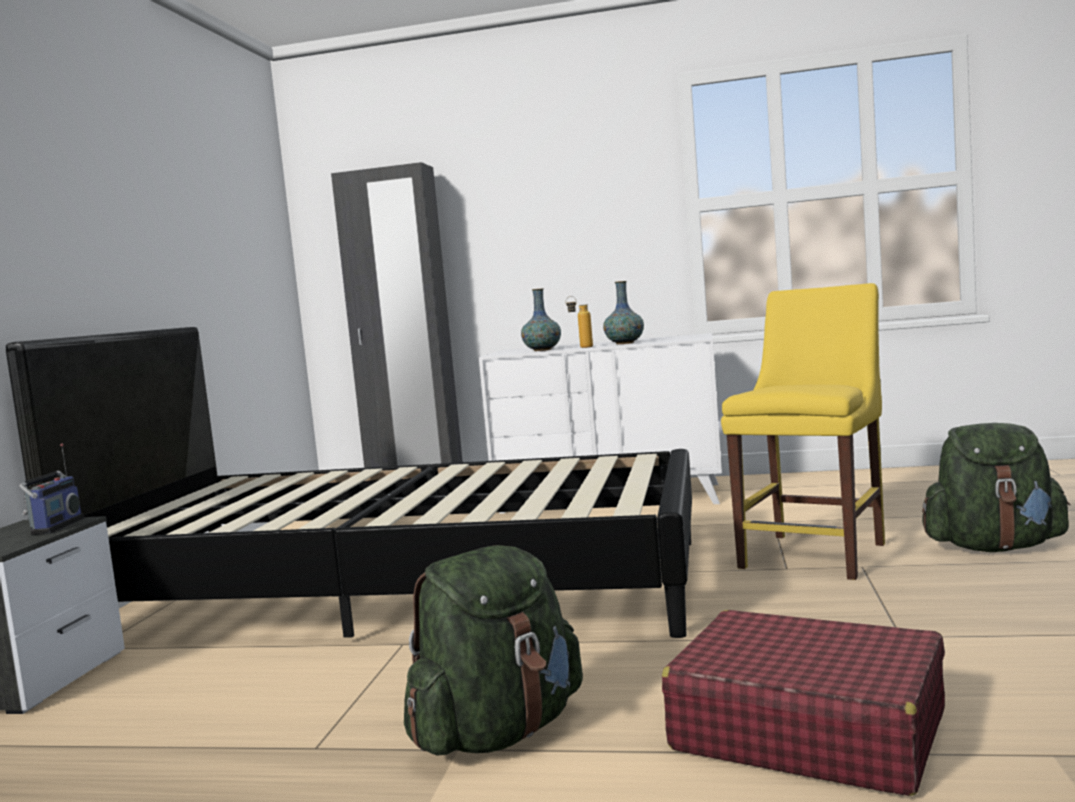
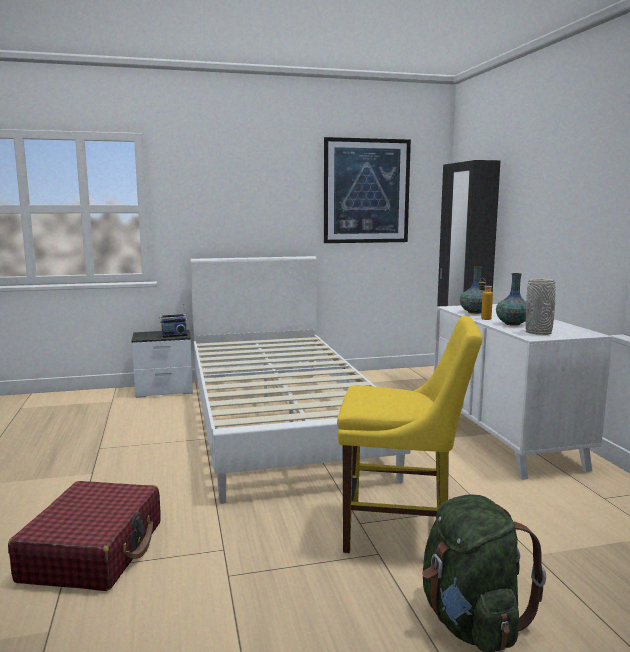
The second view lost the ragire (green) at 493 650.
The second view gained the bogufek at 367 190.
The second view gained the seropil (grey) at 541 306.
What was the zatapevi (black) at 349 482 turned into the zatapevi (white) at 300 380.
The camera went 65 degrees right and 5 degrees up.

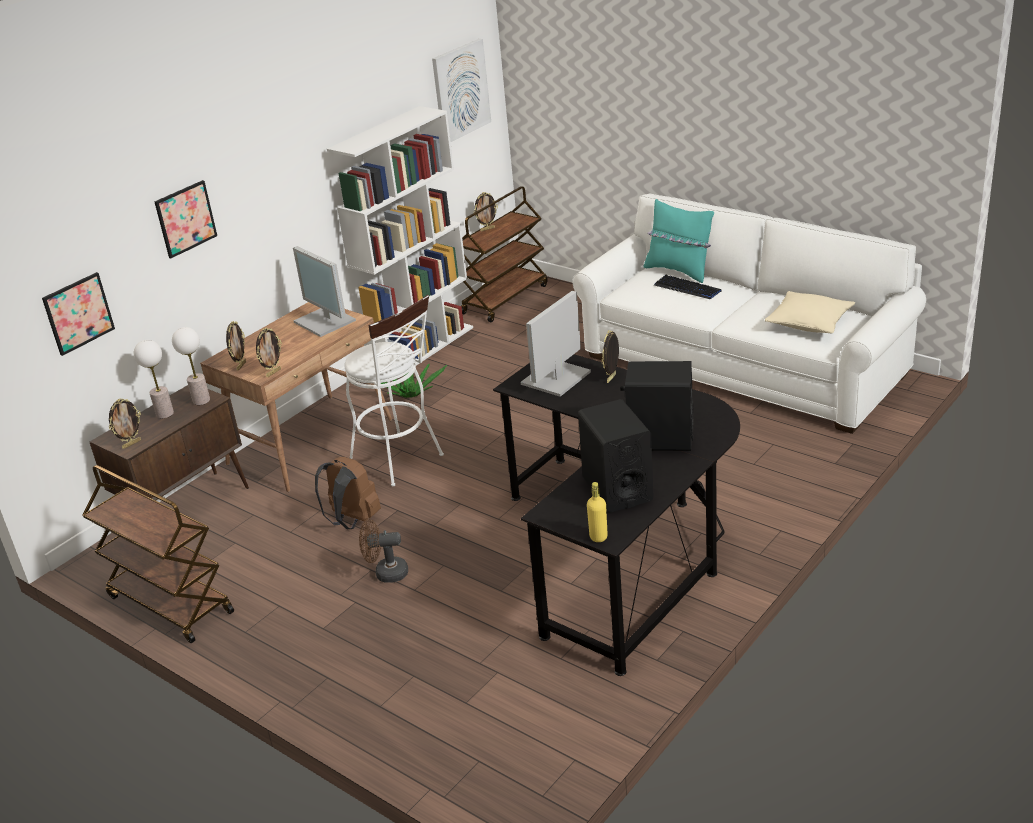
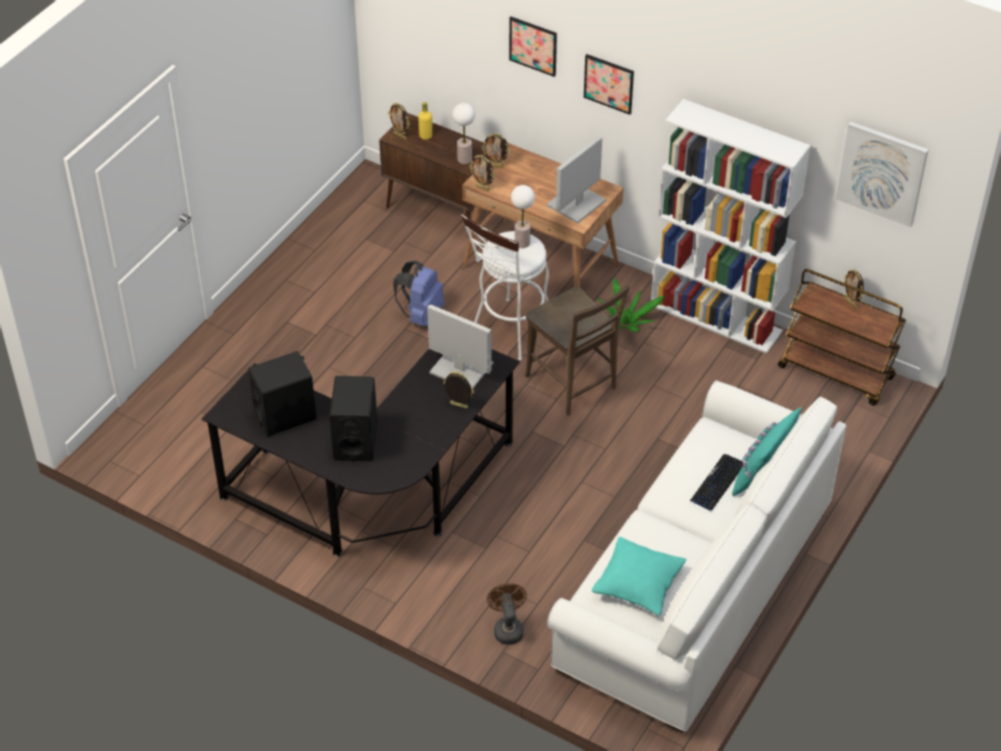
The second view lost the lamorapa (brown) at 158 554.
The second view gained the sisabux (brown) at 577 350.
The bogufek ended up elsewhere, having gone from 78 314 to 609 84.
The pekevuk ended up elsewhere, having gone from 154 379 to 523 216.
The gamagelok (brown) ended up elsewhere, having gone from 383 551 to 507 613.
The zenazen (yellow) ended up elsewhere, having gone from 597 512 to 425 121.
What was the ragire (brown) at 348 493 turned into the ragire (blue) at 418 293.
What was the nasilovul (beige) at 810 312 turned into the nasilovul (turquoise) at 639 576.
The camera went 80 degrees right and 15 degrees up.

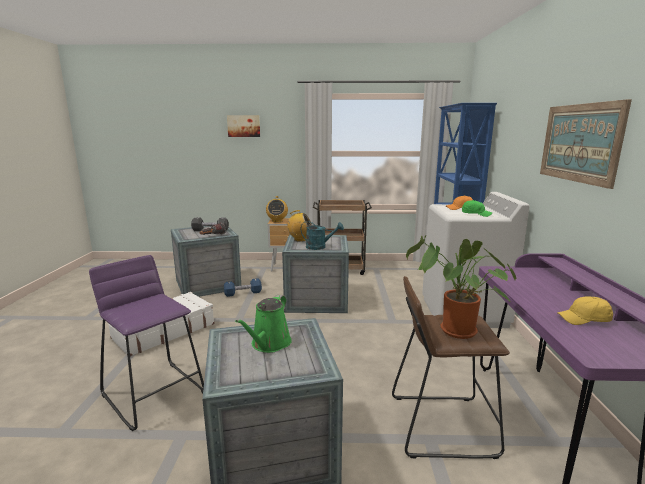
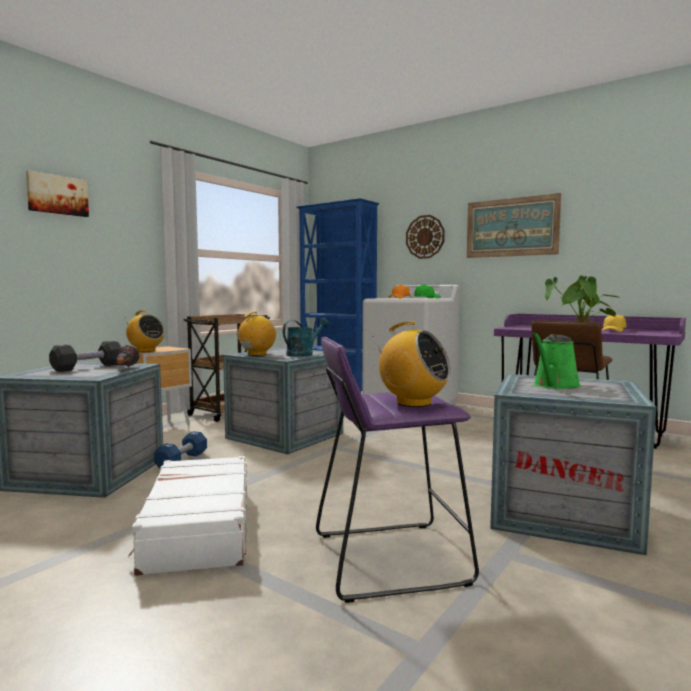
The second view gained the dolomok at 411 364.
The second view gained the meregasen at 425 237.
The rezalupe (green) at 263 324 ended up facing another way, 75 degrees clockwise from before.
The camera went 55 degrees left and 10 degrees down.

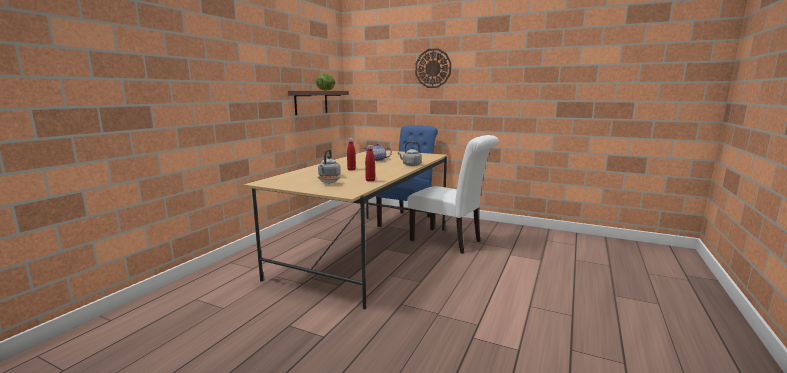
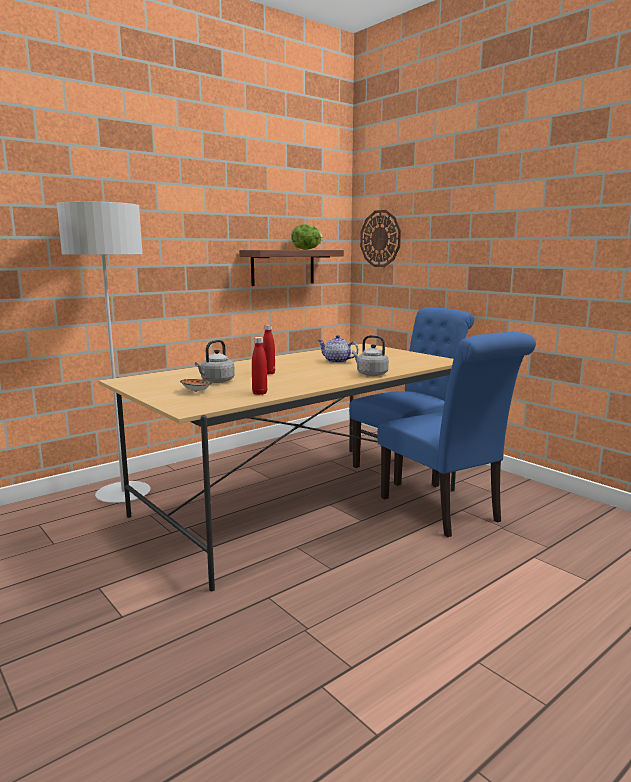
The second view gained the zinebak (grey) at 104 352.
The meregasen ended up elsewhere, having gone from 433 68 to 380 238.
What was the sisabux (white) at 453 194 turned into the sisabux (blue) at 456 434.
The camera went 25 degrees right and 0 degrees up.

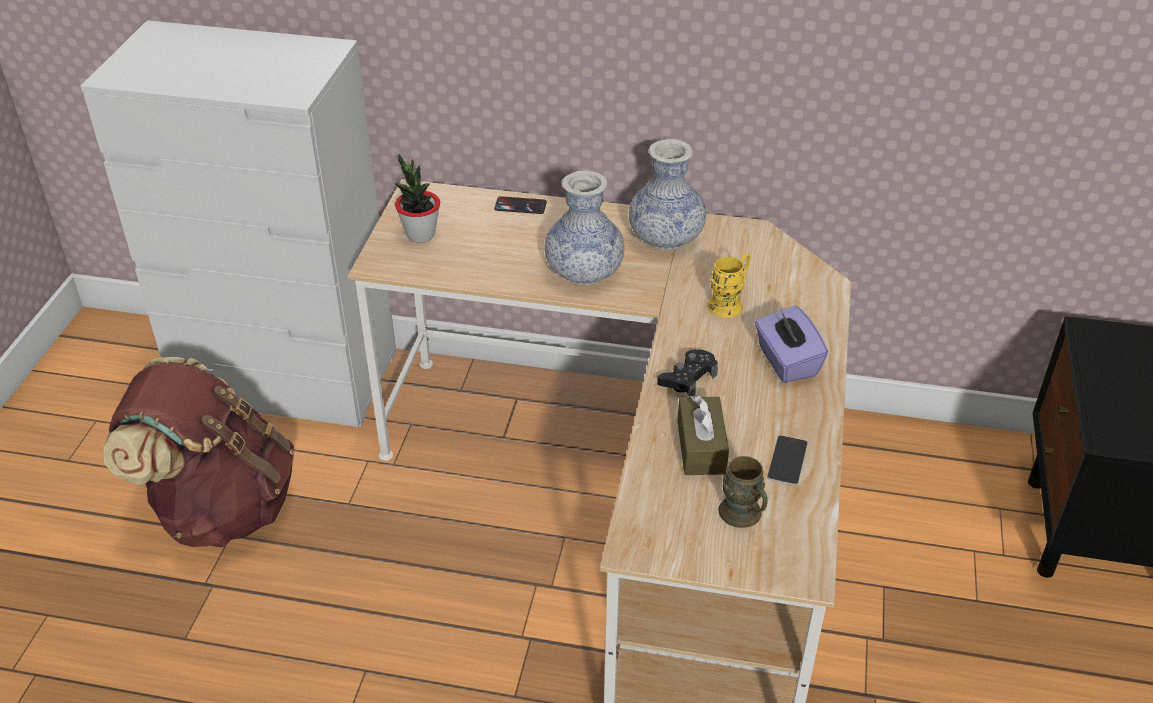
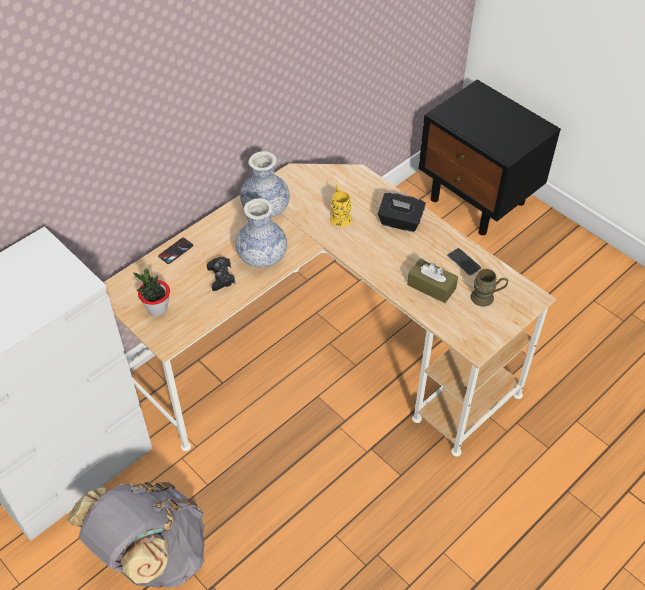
The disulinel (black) ended up elsewhere, having gone from 687 373 to 221 274.
What was the ragire (brown) at 199 452 turned into the ragire (grey) at 136 535.
What was the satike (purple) at 791 344 turned into the satike (black) at 402 212.
The camera went 55 degrees left and 10 degrees up.

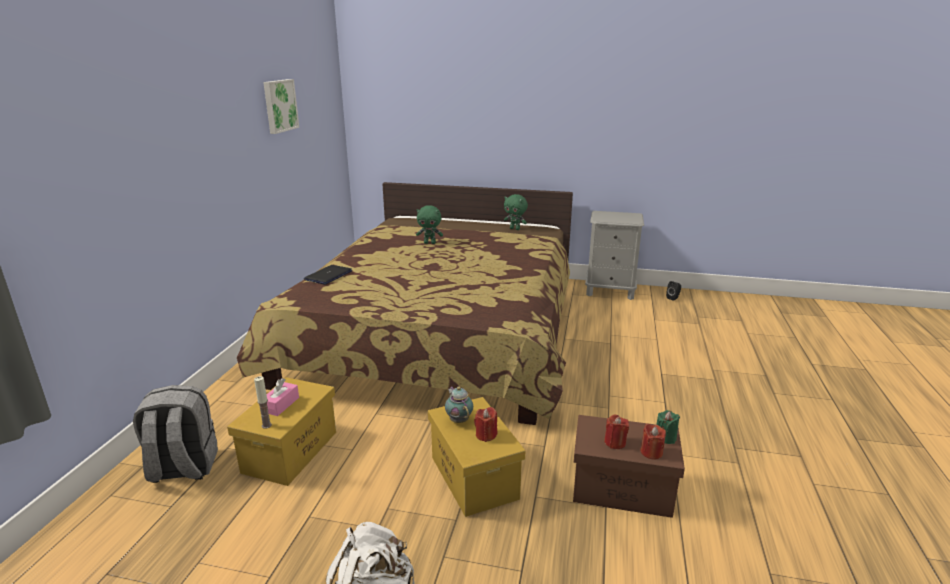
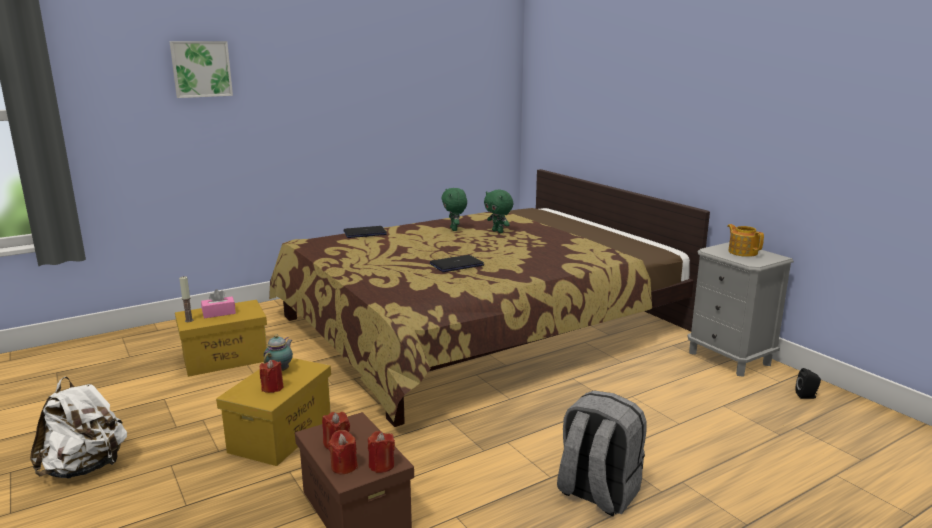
The second view gained the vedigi at 457 263.
The second view gained the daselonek at 745 240.
The ragire (grey) ended up elsewhere, having gone from 175 434 to 601 453.
The bogufek ended up elsewhere, having gone from 281 106 to 201 69.
The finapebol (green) ended up elsewhere, having gone from 516 212 to 454 209.
What was the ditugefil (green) at 668 427 turned into the ditugefil (red) at 381 452.
The camera went 45 degrees right and 5 degrees down.

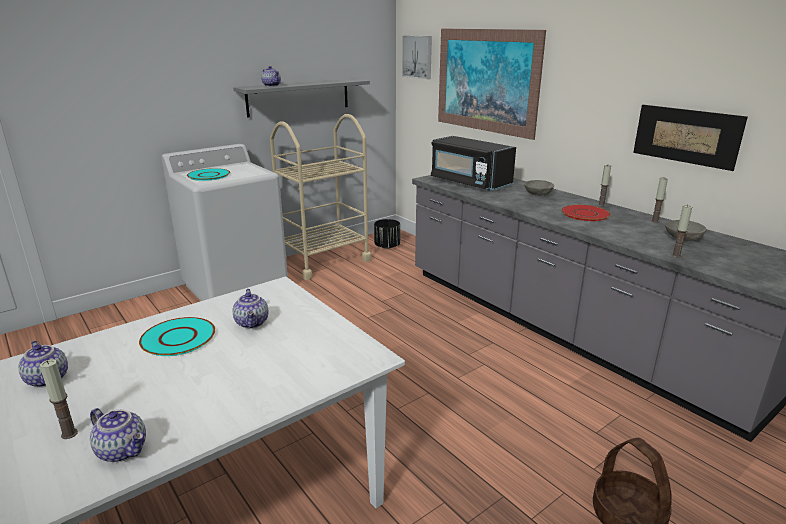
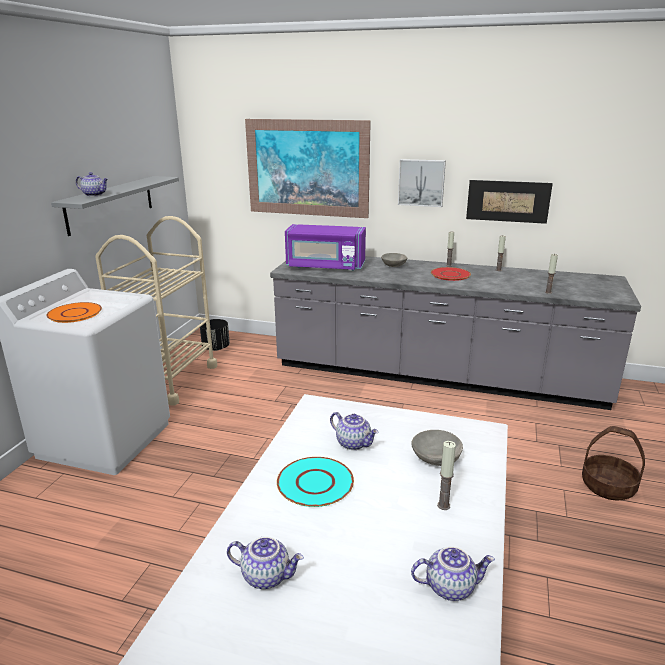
The ditugefil ended up elsewhere, having gone from 59 399 to 446 475.
The bogufek ended up elsewhere, having gone from 417 57 to 422 183.
The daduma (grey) ended up elsewhere, having gone from 686 230 to 437 448.
What was the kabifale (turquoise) at 208 174 turned into the kabifale (orange) at 74 312.
What was the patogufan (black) at 473 163 turned into the patogufan (purple) at 325 247.
The camera went 35 degrees left and 0 degrees up.

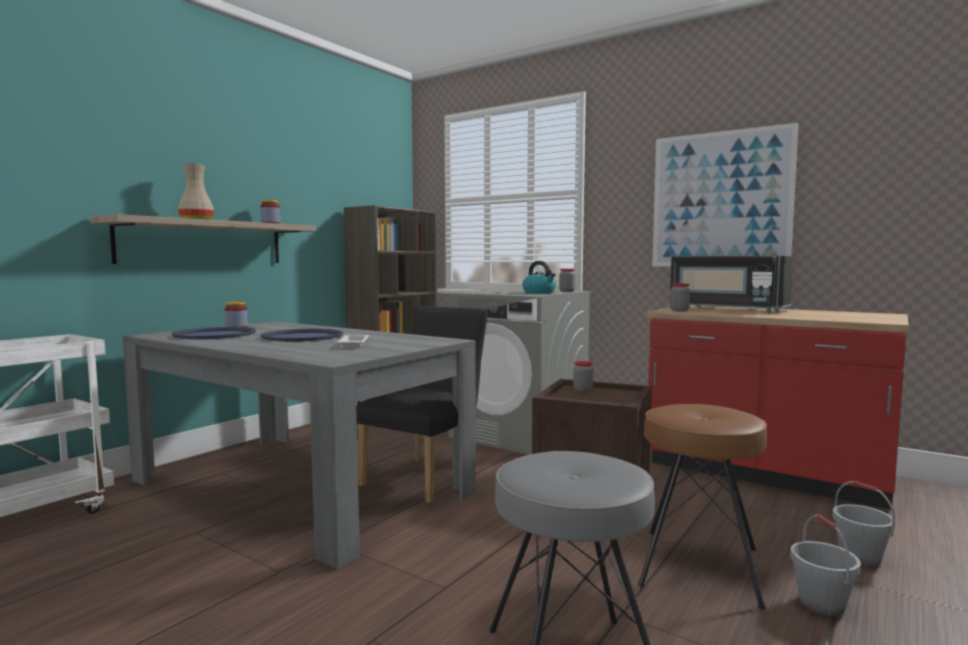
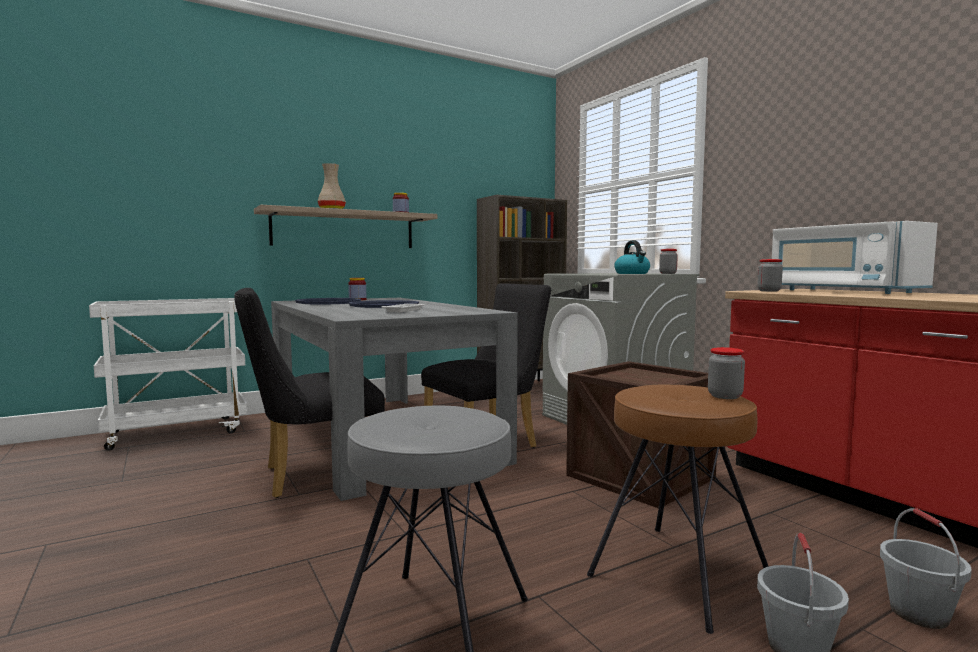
The second view lost the bogufek at 725 195.
The second view gained the sisabux (black) at 309 393.
The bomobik ended up elsewhere, having gone from 583 376 to 726 373.
What was the patogufan (black) at 732 284 turned into the patogufan (white) at 855 257.
The camera went 25 degrees right and 0 degrees up.

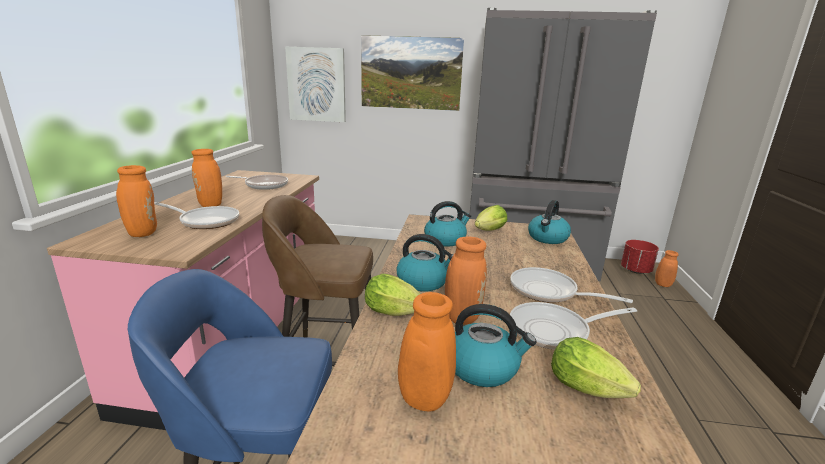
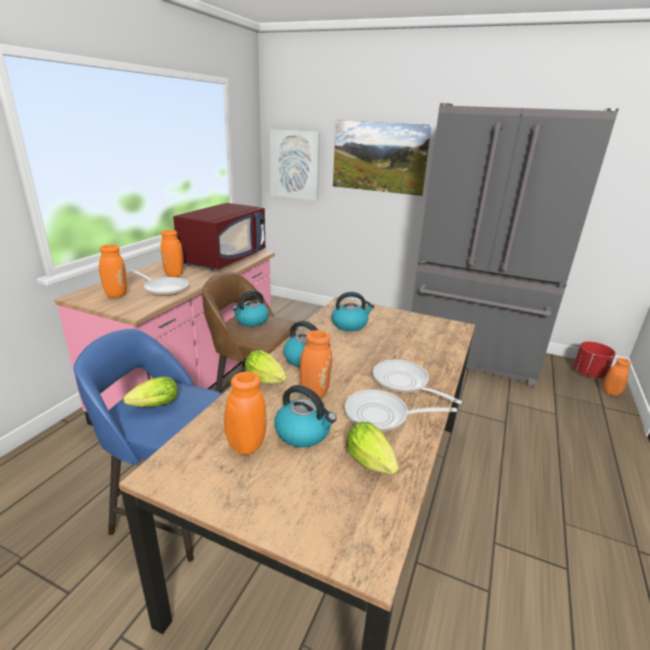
The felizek ended up elsewhere, having gone from 491 218 to 150 391.
The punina ended up elsewhere, having gone from 549 222 to 250 308.
Where the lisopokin stood at 257 182, the patogufan (red) came to stand at 219 236.
The camera went 15 degrees right and 5 degrees up.

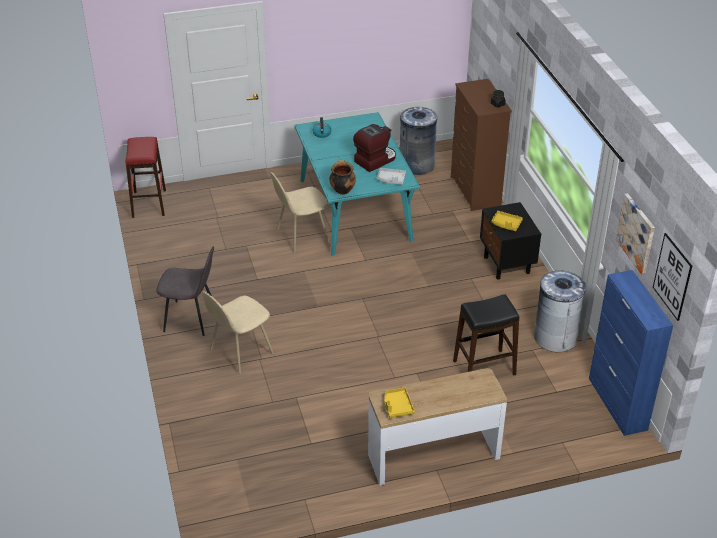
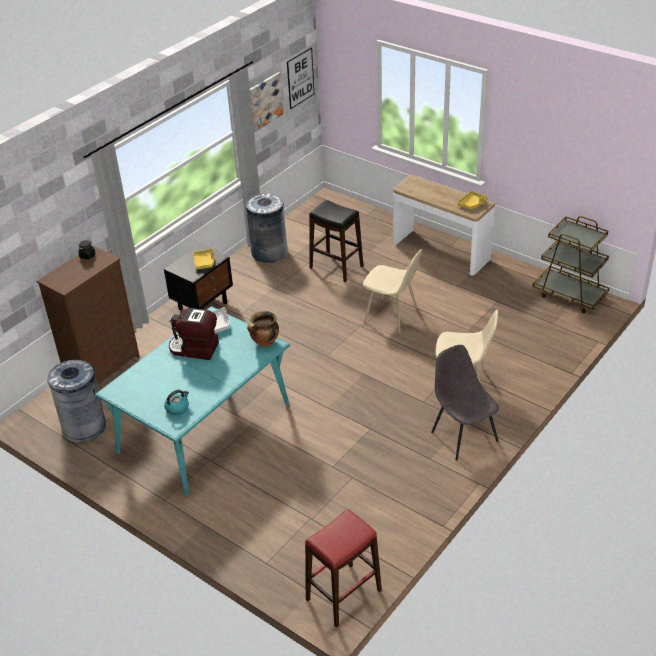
The second view lost the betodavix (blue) at 631 353.
The second view gained the lamorapa (brown) at 571 264.
The sisabux (beige) ended up elsewhere, having gone from 299 212 to 392 291.
The camera went 125 degrees left and 0 degrees up.

